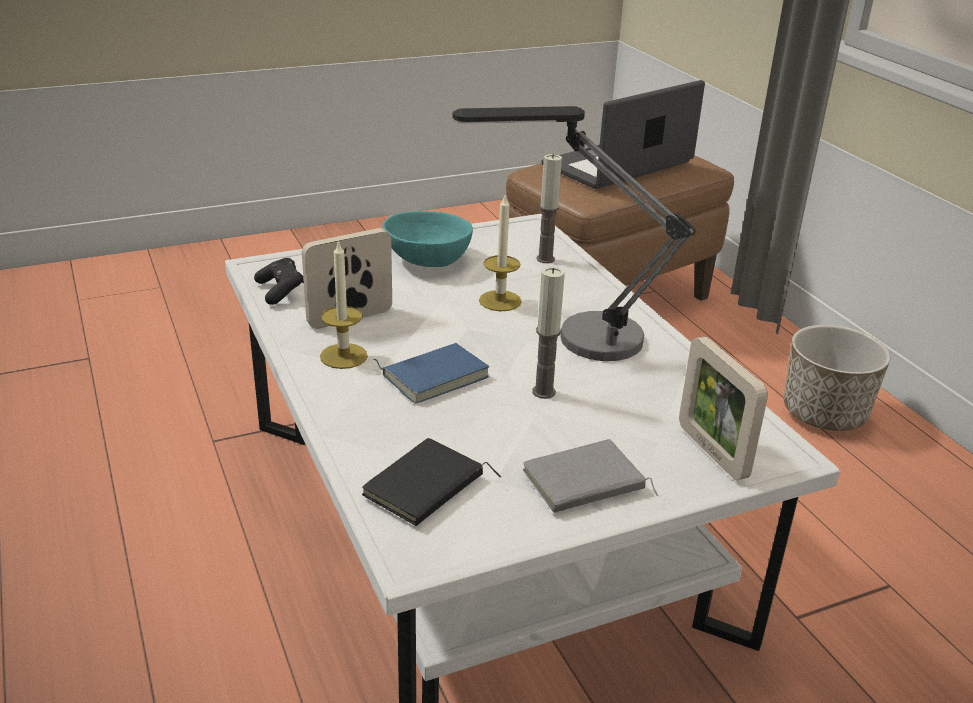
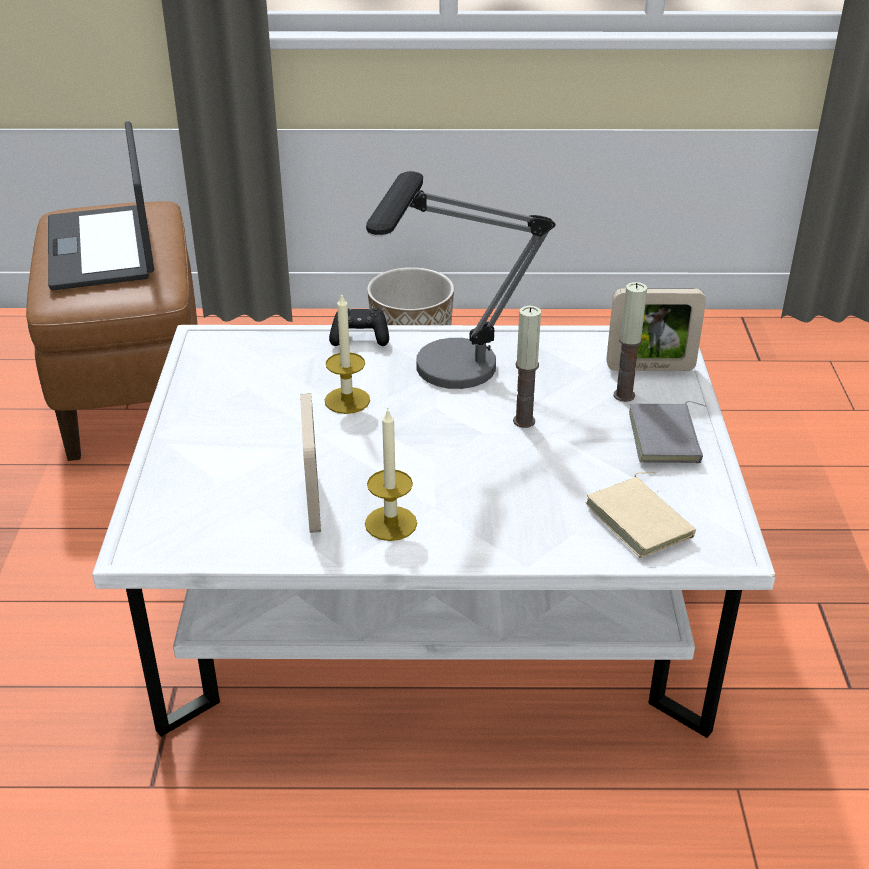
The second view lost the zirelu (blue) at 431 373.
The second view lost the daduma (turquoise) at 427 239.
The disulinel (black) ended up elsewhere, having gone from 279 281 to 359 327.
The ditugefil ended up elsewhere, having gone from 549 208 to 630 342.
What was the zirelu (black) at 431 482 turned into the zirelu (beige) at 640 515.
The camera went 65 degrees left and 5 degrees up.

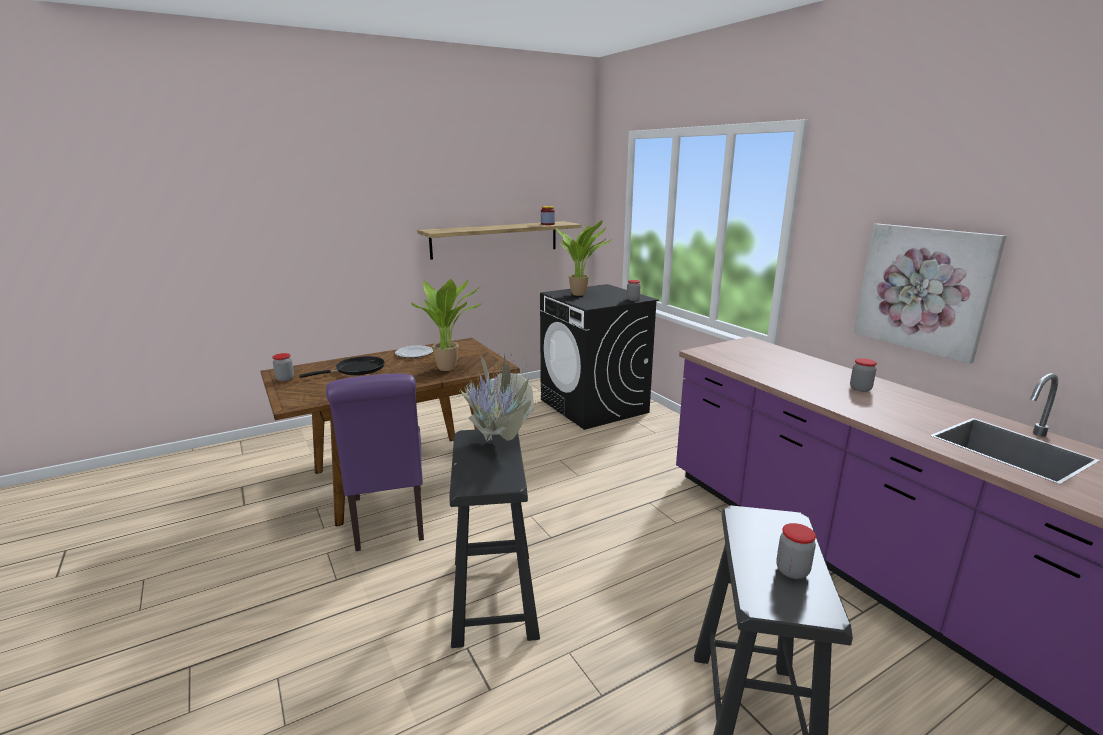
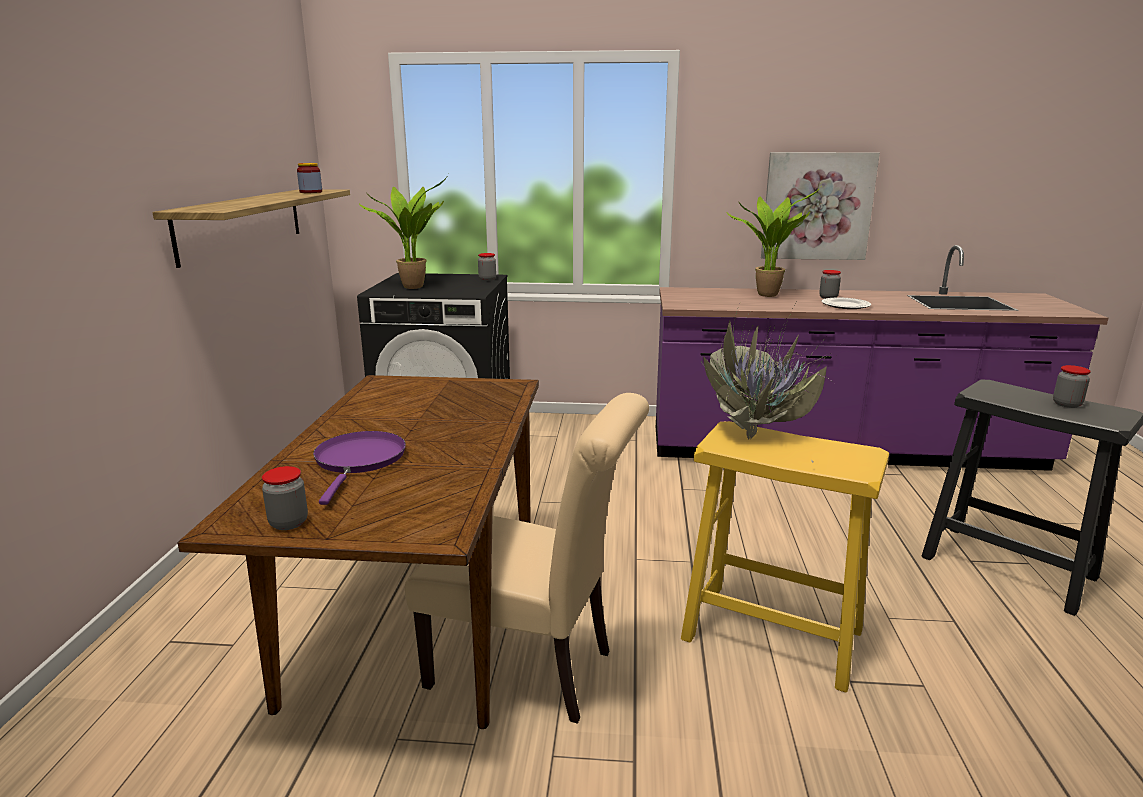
The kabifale ended up elsewhere, having gone from 414 352 to 846 303.
The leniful ended up elsewhere, having gone from 446 325 to 773 242.
What was the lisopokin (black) at 342 367 turned into the lisopokin (purple) at 359 468.
What was the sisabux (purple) at 375 462 turned into the sisabux (beige) at 527 558.
What was the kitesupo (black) at 495 538 turned into the kitesupo (yellow) at 785 557.
The camera went 55 degrees left and 0 degrees up.

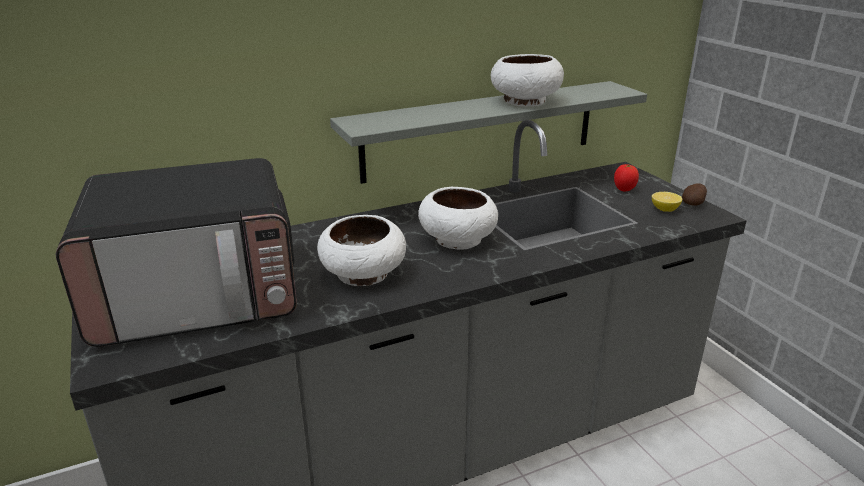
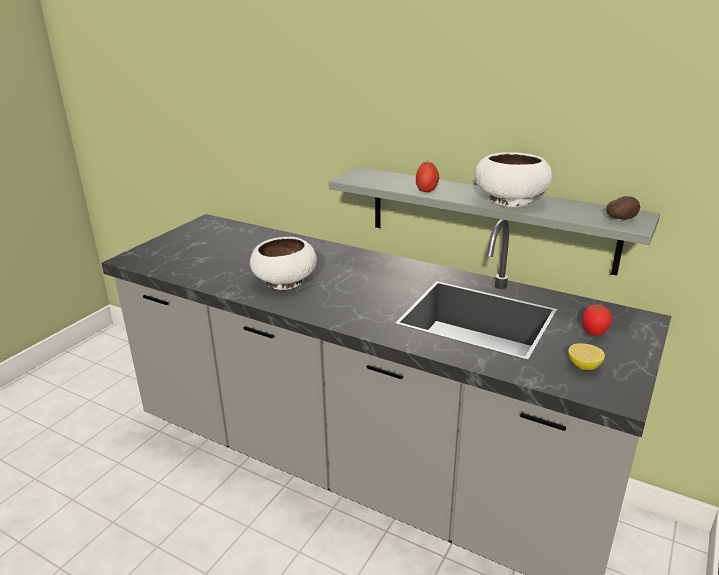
The second view lost the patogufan at 176 252.
The second view lost the daduma (white) at 458 218.
The second view gained the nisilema at 427 176.
The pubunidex ended up elsewhere, having gone from 694 194 to 623 208.
The camera went 55 degrees right and 0 degrees up.

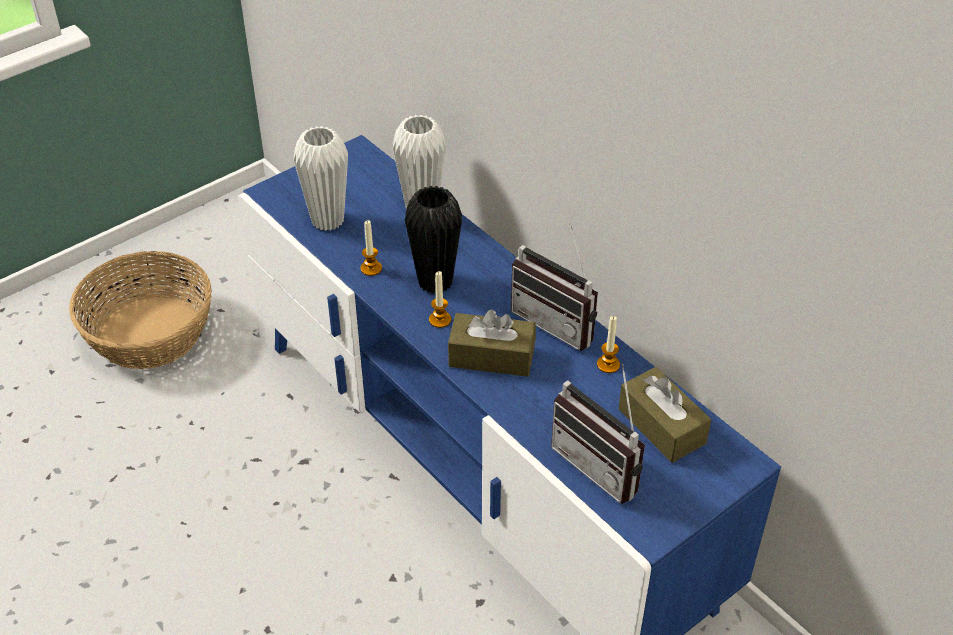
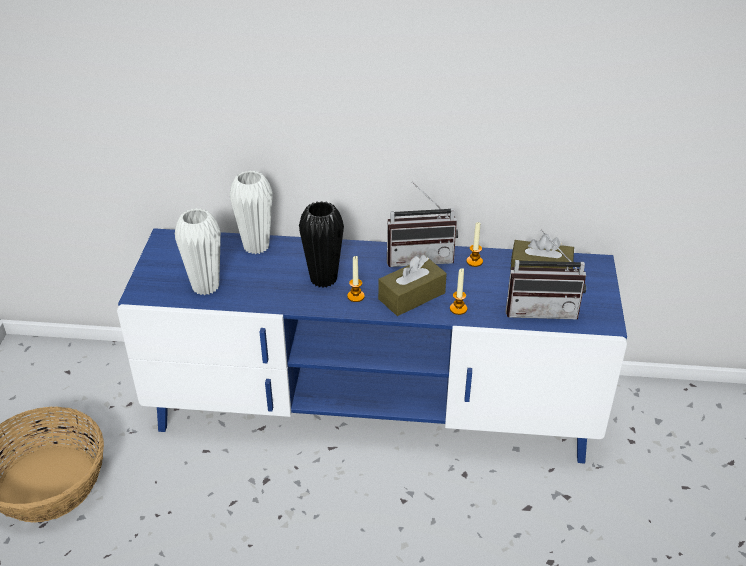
The ditugefil ended up elsewhere, having gone from 371 248 to 458 291.
The camera went 45 degrees left and 5 degrees down.

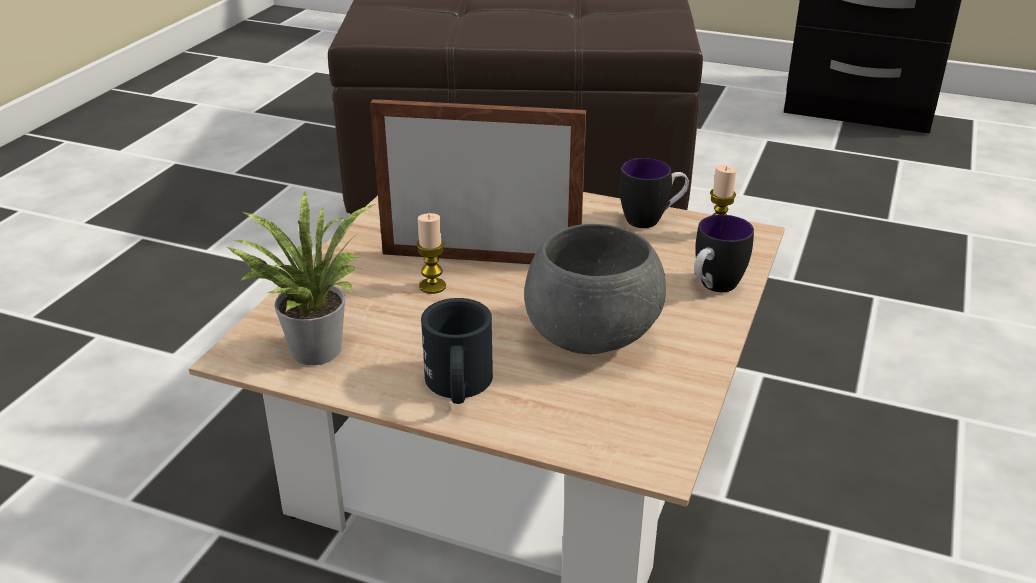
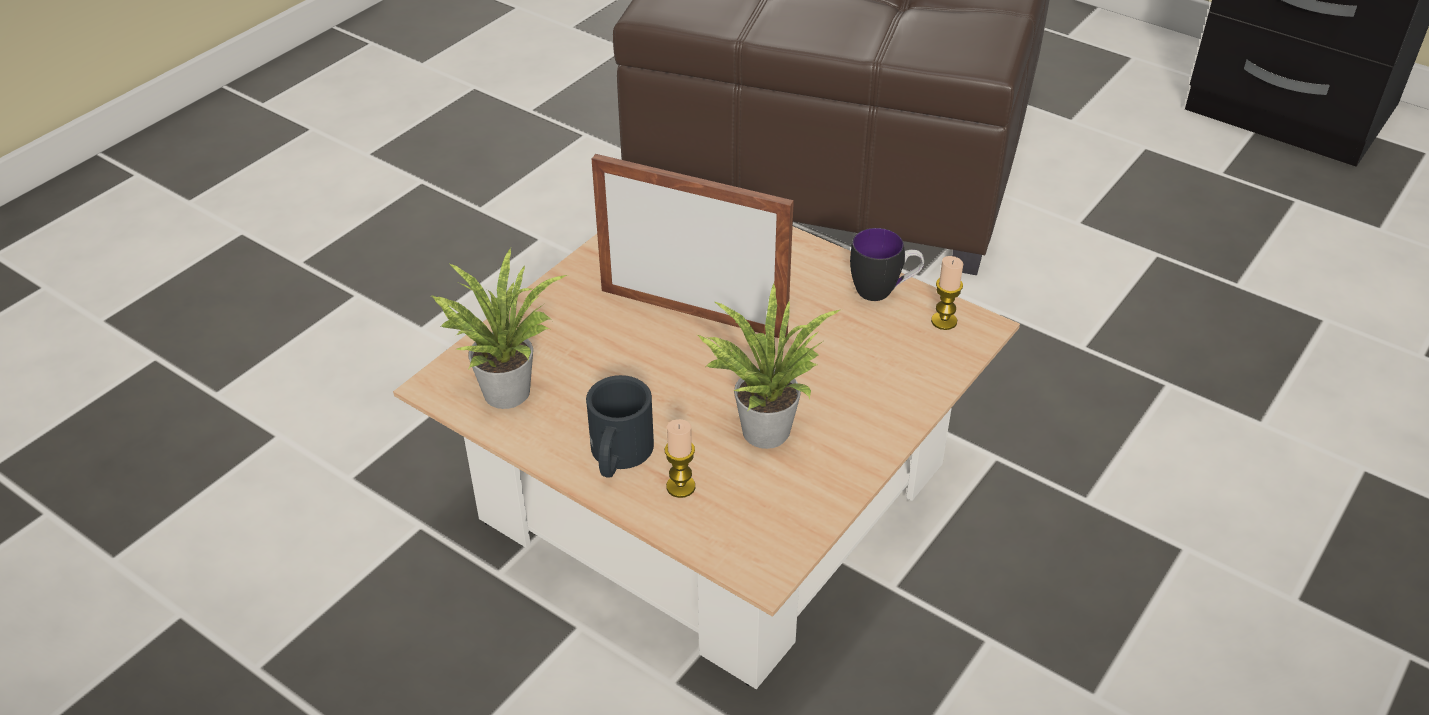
The second view lost the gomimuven at 724 253.
The ditugefil ended up elsewhere, having gone from 431 253 to 680 458.
Where the daduma (grey) stood at 595 289, the leniful came to stand at 769 366.
The camera went 15 degrees right and 10 degrees up.

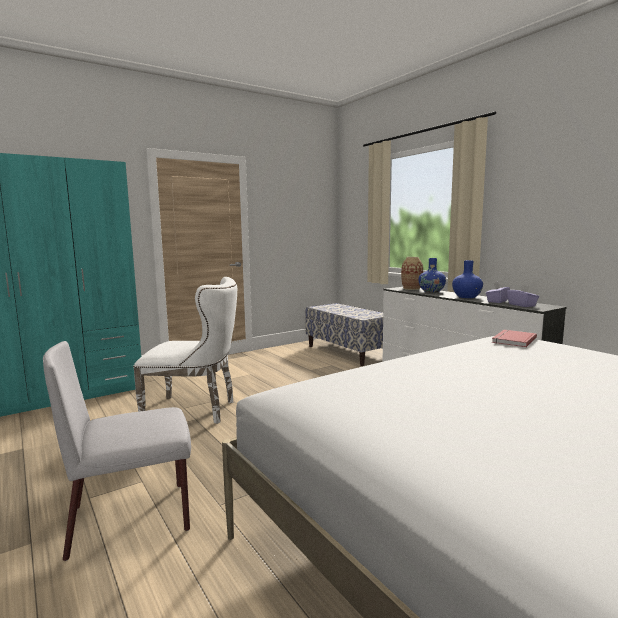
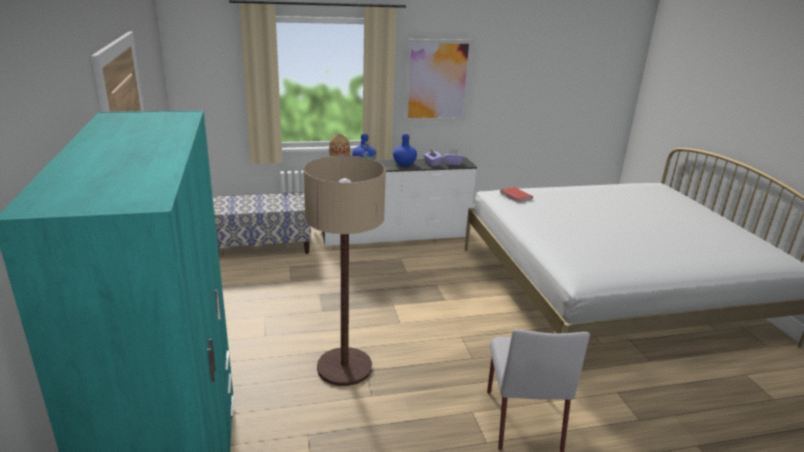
The second view gained the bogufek at 438 80.
Where the sisabux (white) stood at 185 350, the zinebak came to stand at 344 270.
The camera went 70 degrees left and 15 degrees up.

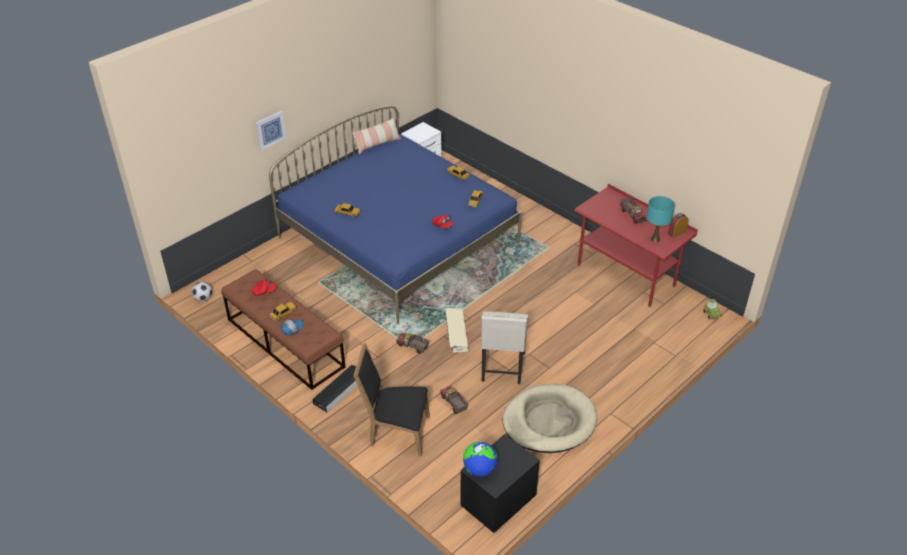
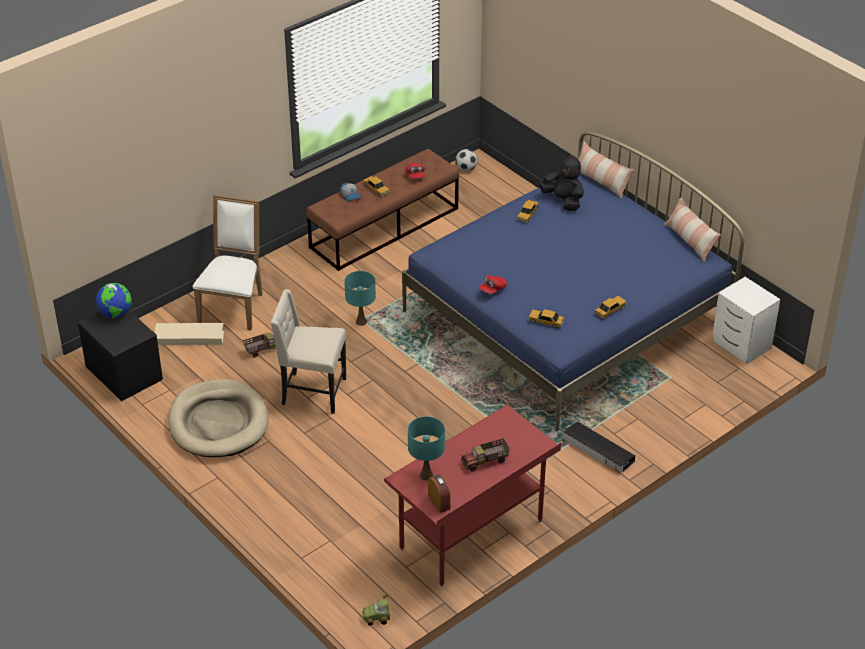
The second view lost the bogufek at 271 131.
The second view gained the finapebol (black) at 561 182.
The second view gained the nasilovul at 606 170.
The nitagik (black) ended up elsewhere, having gone from 334 388 to 599 446.
The nitagik (beige) ended up elsewhere, having gone from 456 330 to 190 334.
Where the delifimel stood at 412 343, the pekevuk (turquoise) came to stand at 360 298.
What was the sisabux (black) at 392 399 turned into the sisabux (white) at 228 262.
The camera went 95 degrees right and 0 degrees up.

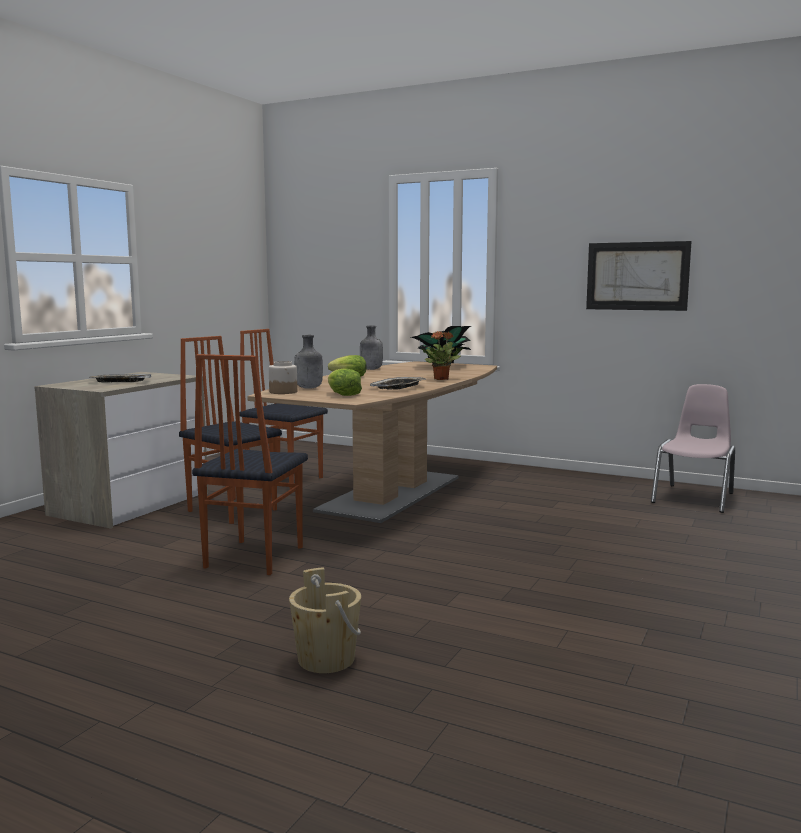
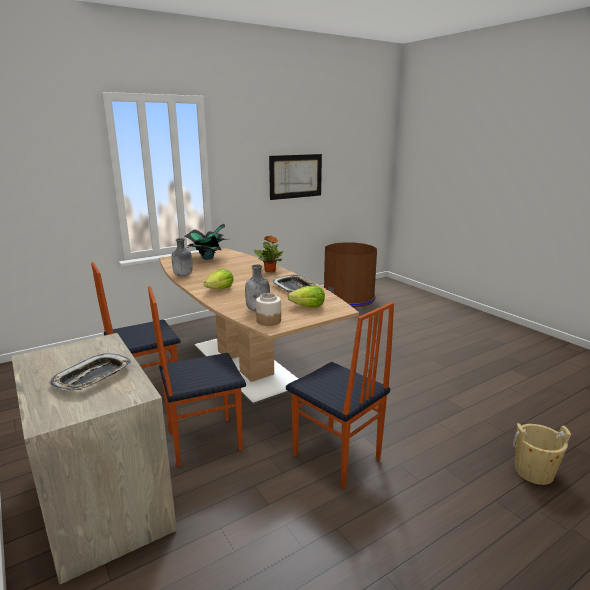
Where the sisabux (pink) stood at 693 448, the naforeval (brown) came to stand at 350 275.
The camera went 60 degrees left and 10 degrees up.

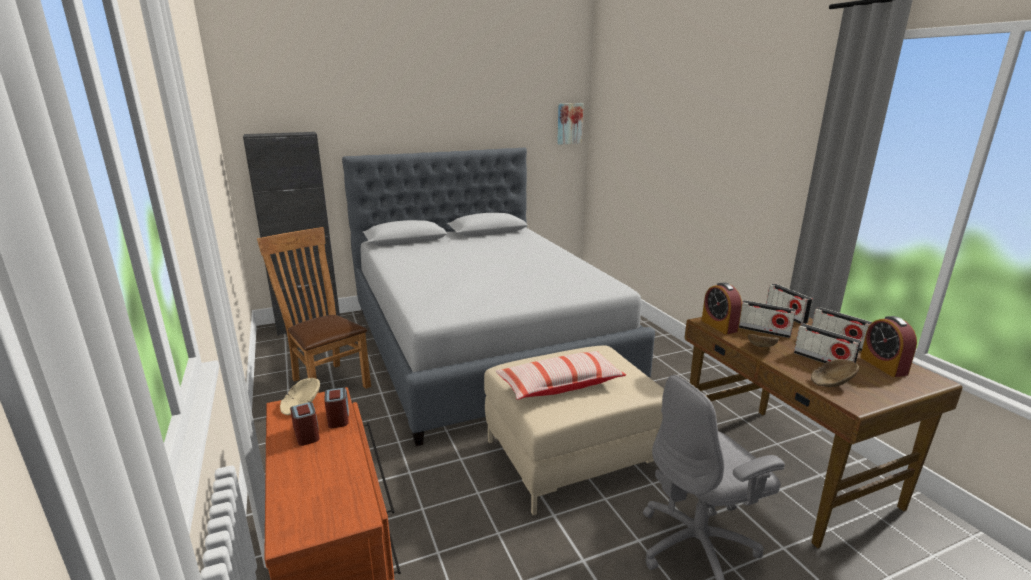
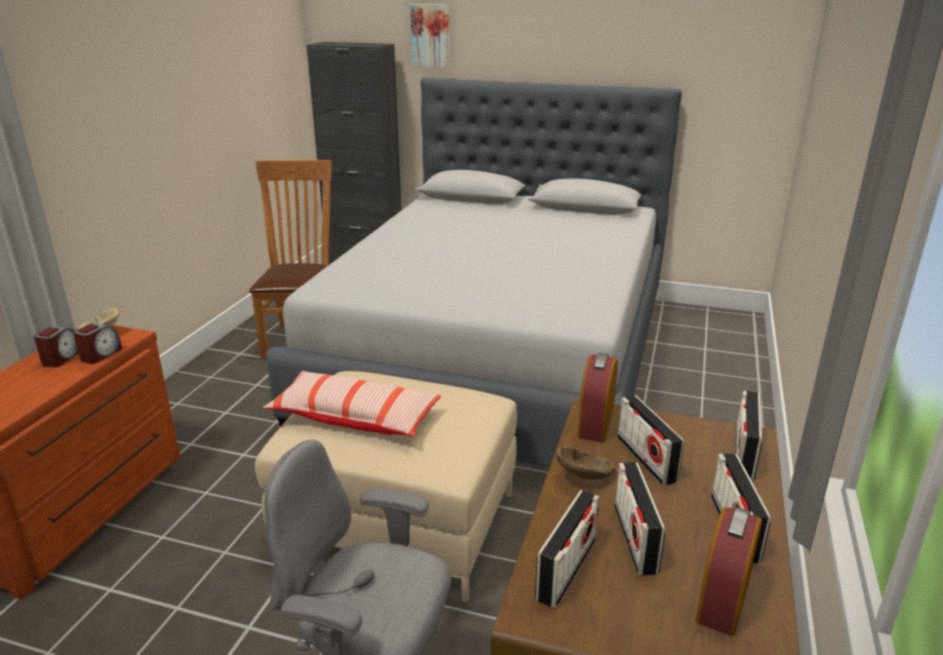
The bogufek ended up elsewhere, having gone from 570 124 to 430 36.
Where the daduma (brown) stood at 835 373, the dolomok came to stand at 567 549.
The camera went 40 degrees right and 5 degrees up.

